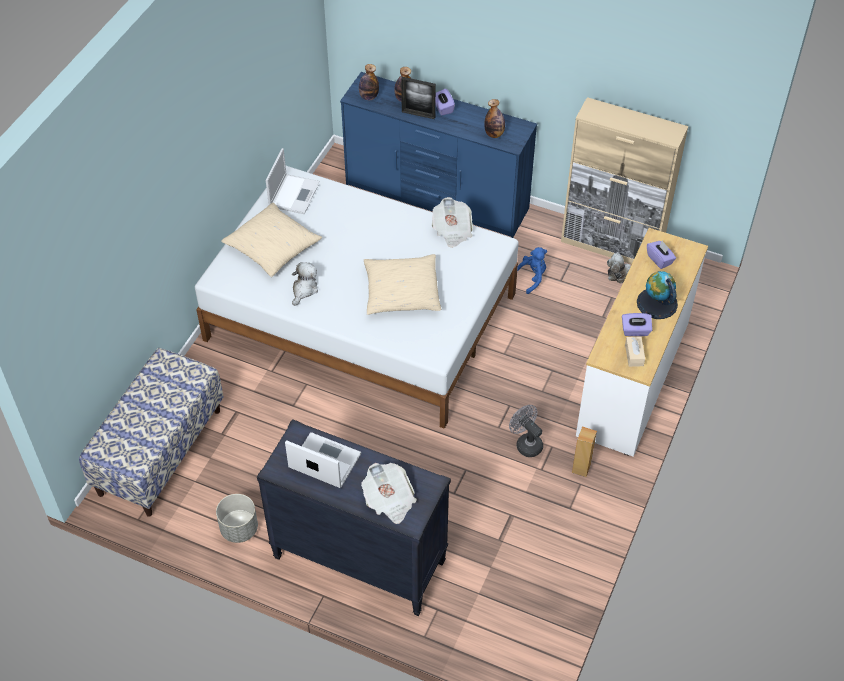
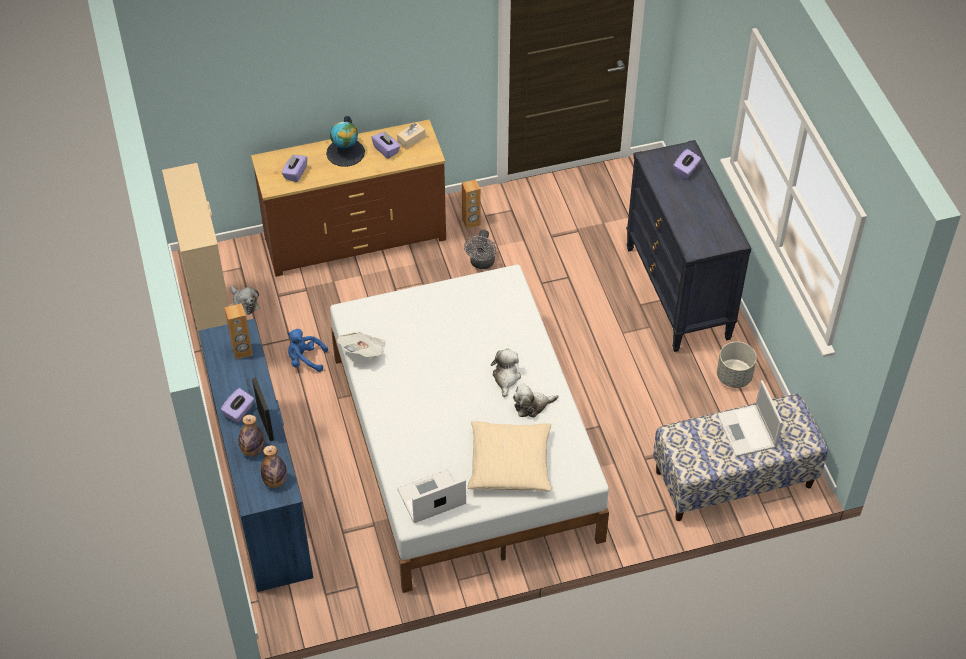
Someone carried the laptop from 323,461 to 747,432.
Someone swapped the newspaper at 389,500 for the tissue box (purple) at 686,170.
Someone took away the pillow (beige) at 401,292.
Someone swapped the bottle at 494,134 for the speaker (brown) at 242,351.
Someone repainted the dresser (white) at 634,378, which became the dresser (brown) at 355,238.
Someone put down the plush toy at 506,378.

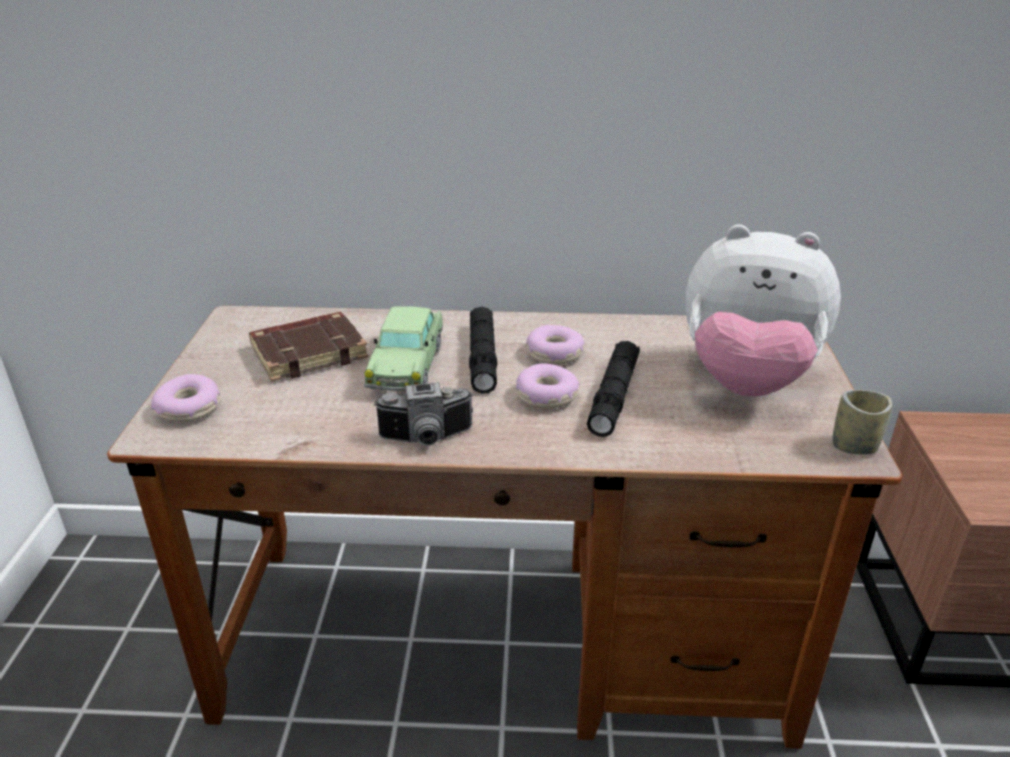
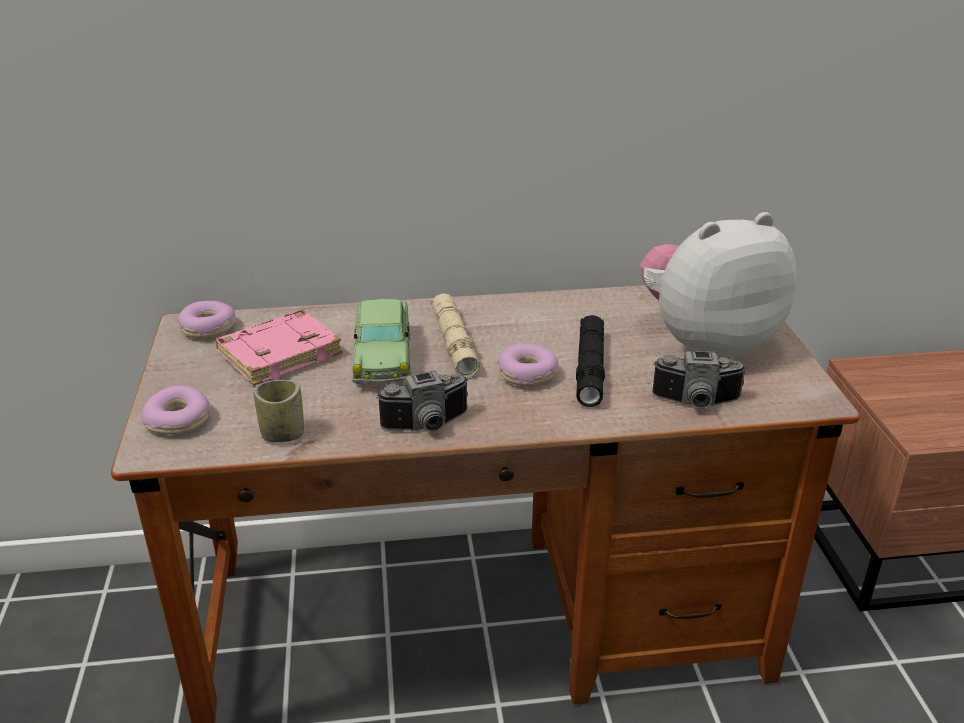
Someone repainted the book (brown) at 309,352, which became the book (pink) at 280,353.
Someone repainted the flashlight (black) at 482,357, which became the flashlight (beige) at 454,343.
Someone carried the donut from 554,354 to 208,328.
Someone rotated the plush toy at 746,381 by 150 degrees clockwise.
Someone carried the cup from 854,446 to 283,434.
Someone put down the photo camera at 697,403.

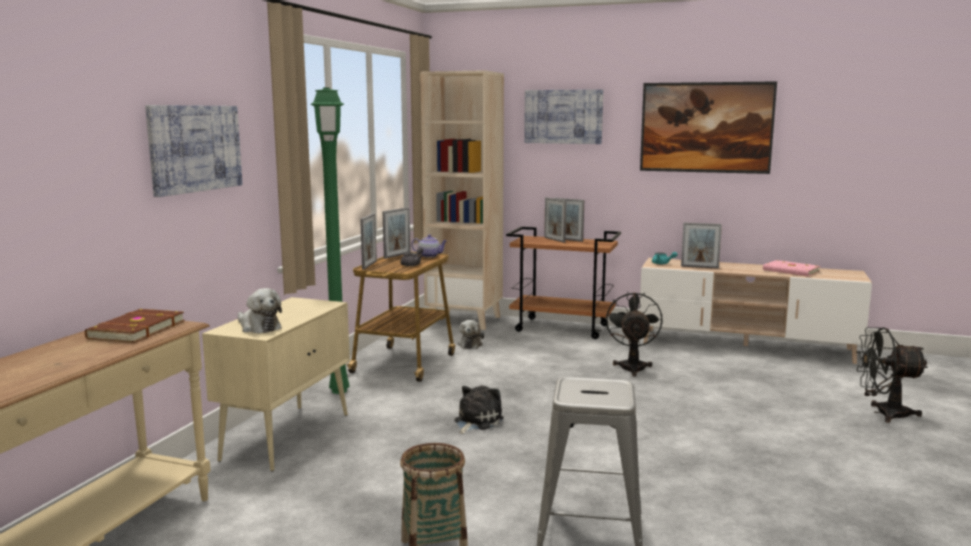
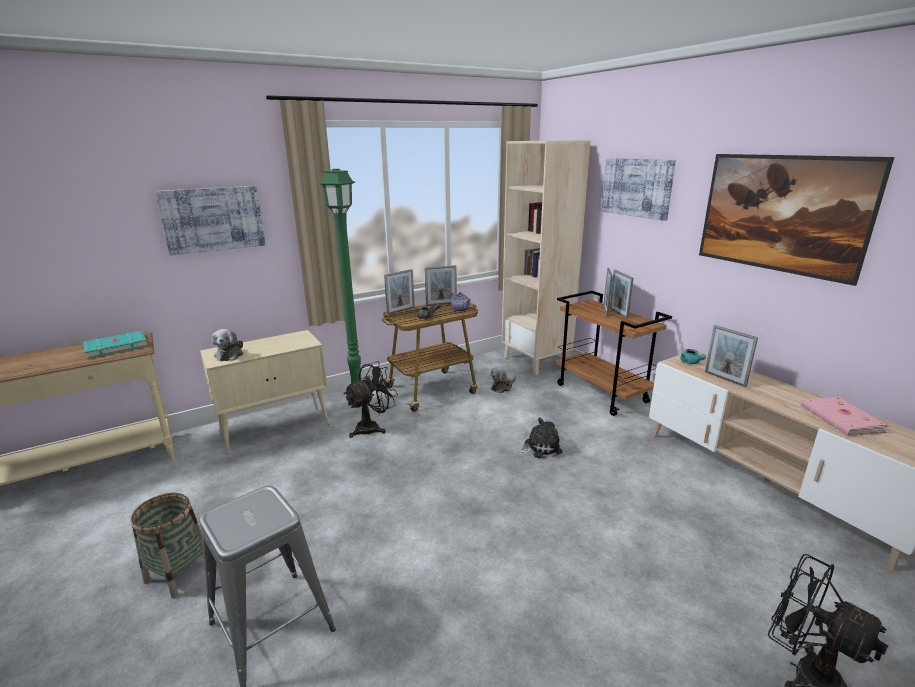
Someone repainted the book (brown) at 135,330, which became the book (turquoise) at 115,346.
Someone carried the plush toy from 476,421 to 540,448.
Someone carried the fan (black) from 632,366 to 372,427.

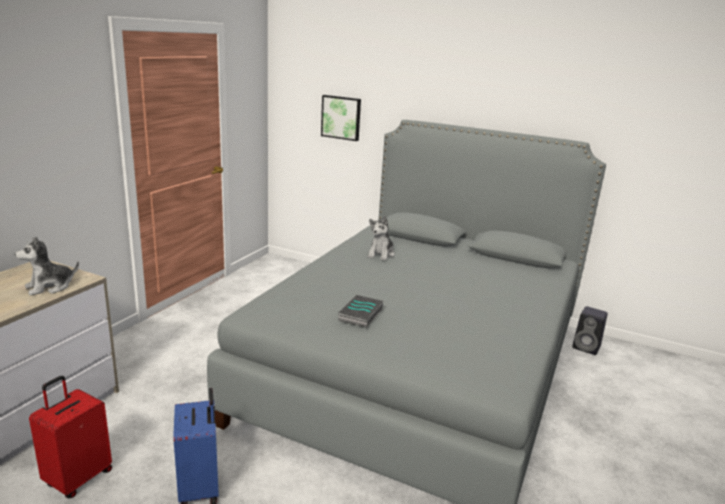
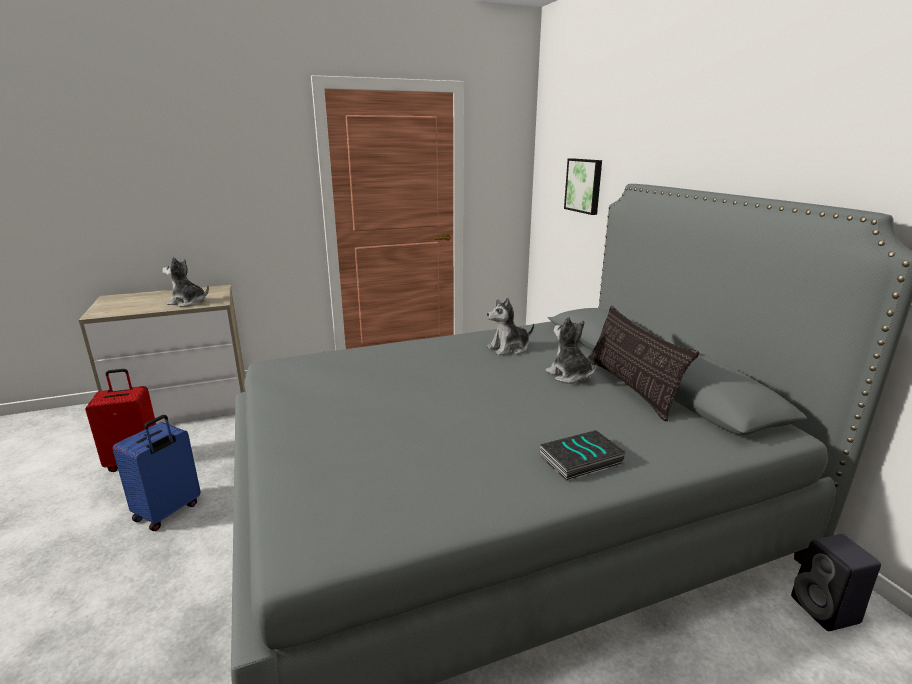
Someone carried the book from 361,315 to 581,461.
Someone put down the plush toy at 569,376.
Someone put down the pillow at 630,387.

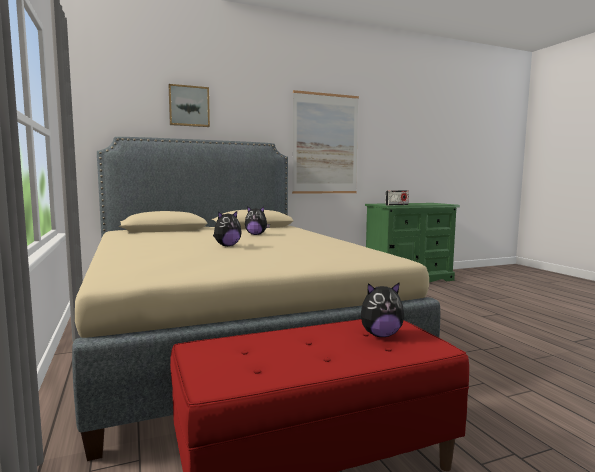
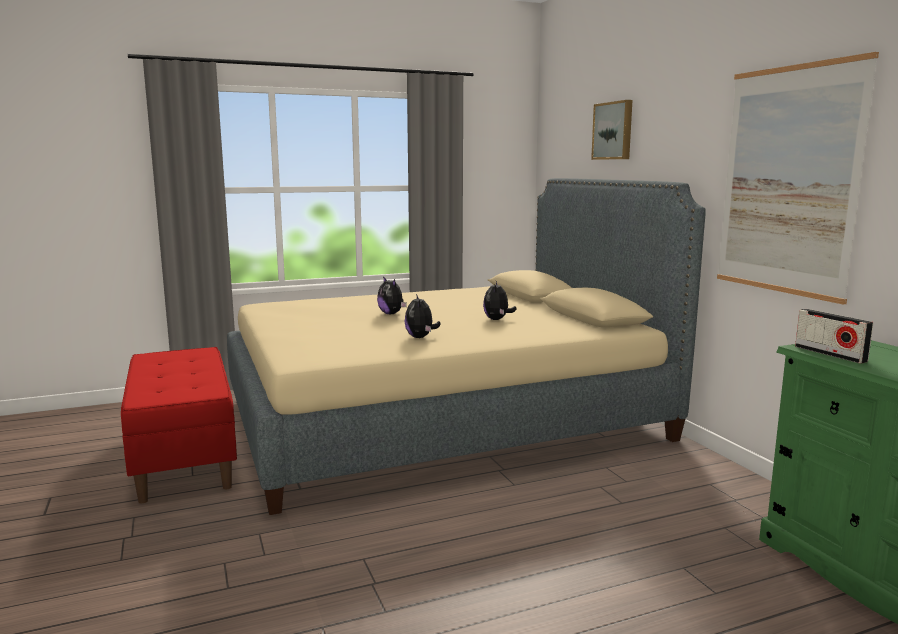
Someone carried the plush toy from 380,335 to 421,337.

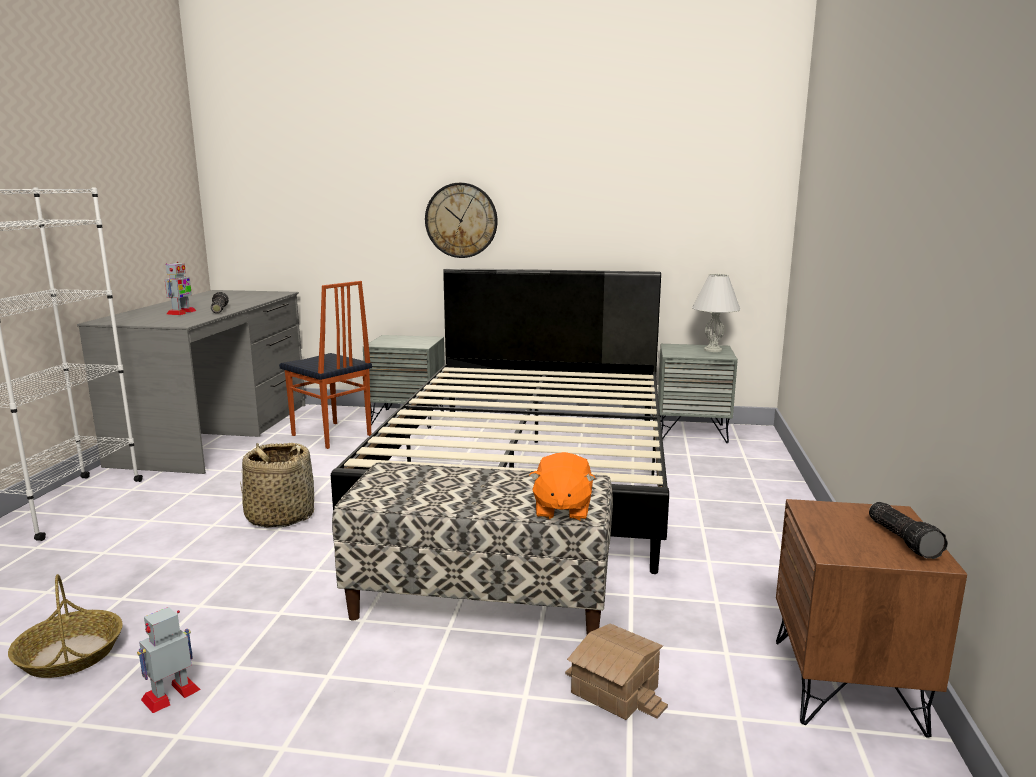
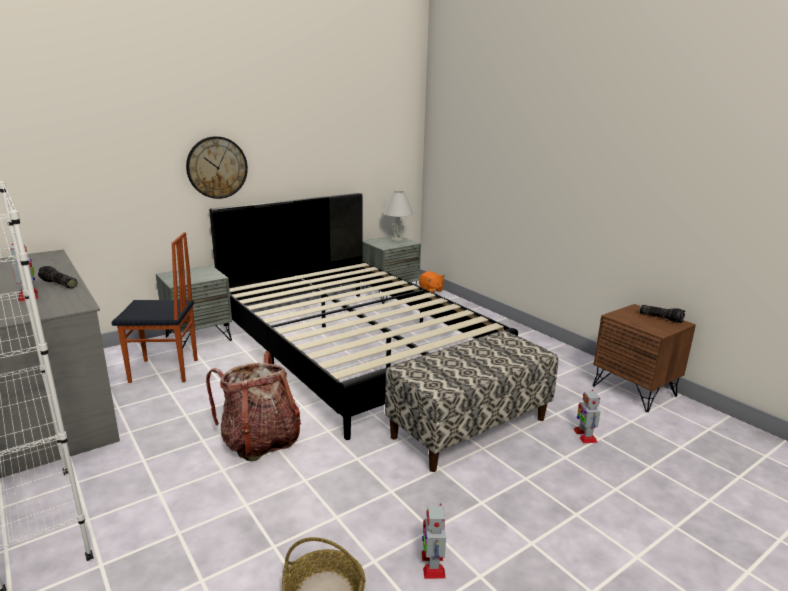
Someone swapped the basket at 280,516 for the backpack at 260,441.
Someone carried the plush toy (orange) from 561,510 to 431,290.
Someone swapped the toy house at 613,691 for the toy robot at 585,435.

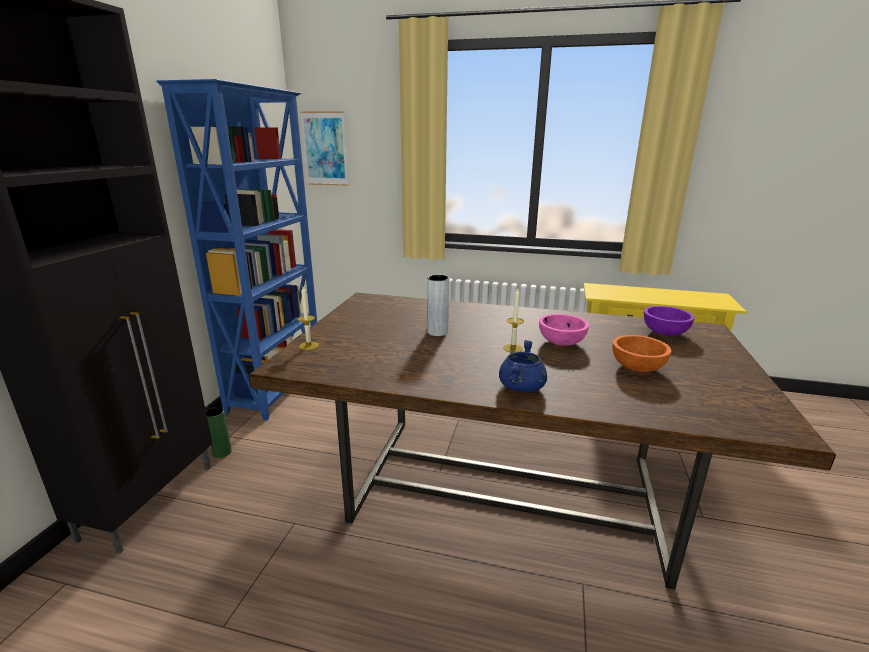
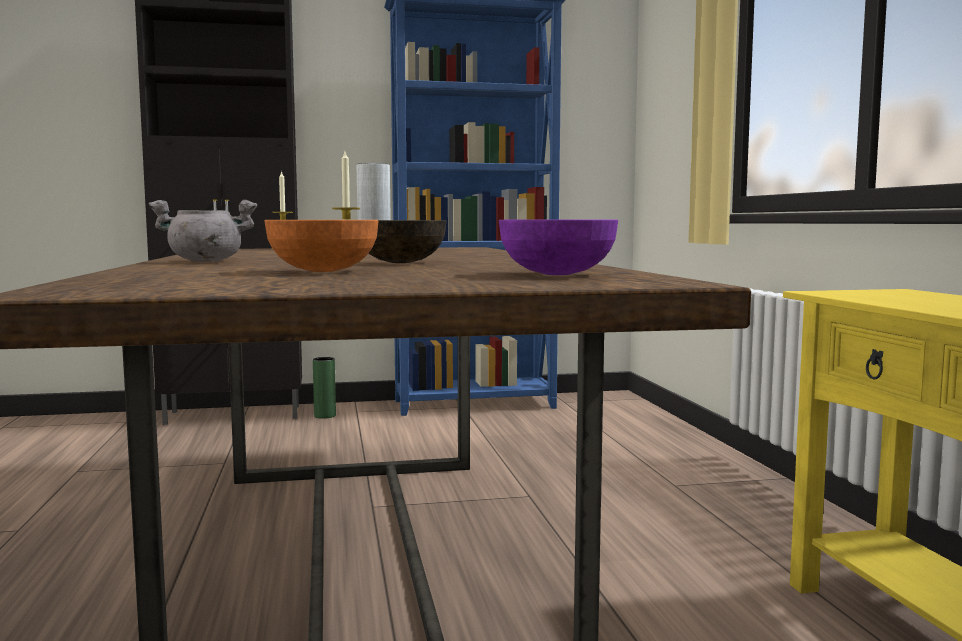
Someone took away the picture at 325,149.
Someone repainted the cooking pot (blue) at 521,388, which became the cooking pot (grey) at 204,261.
Someone repainted the bowl (pink) at 561,342, which became the bowl (brown) at 401,262.

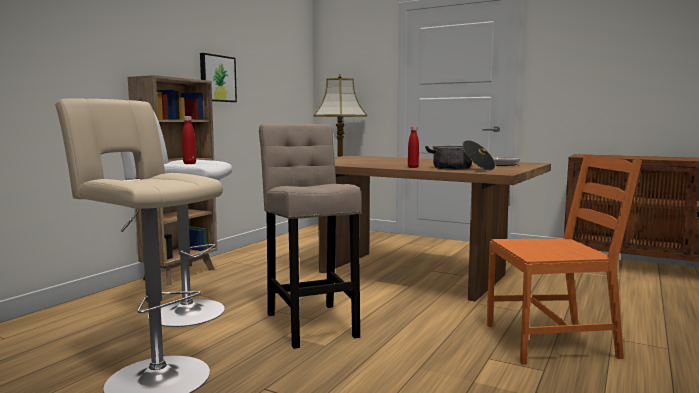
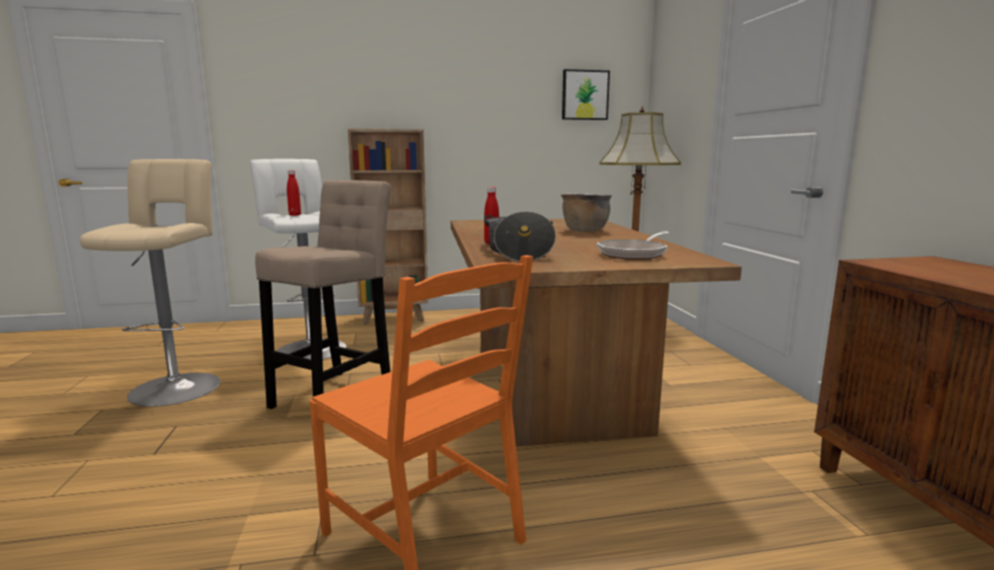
Someone carried the picture from 217,78 to 584,95.
Someone put down the cooking pot (brown) at 584,230.

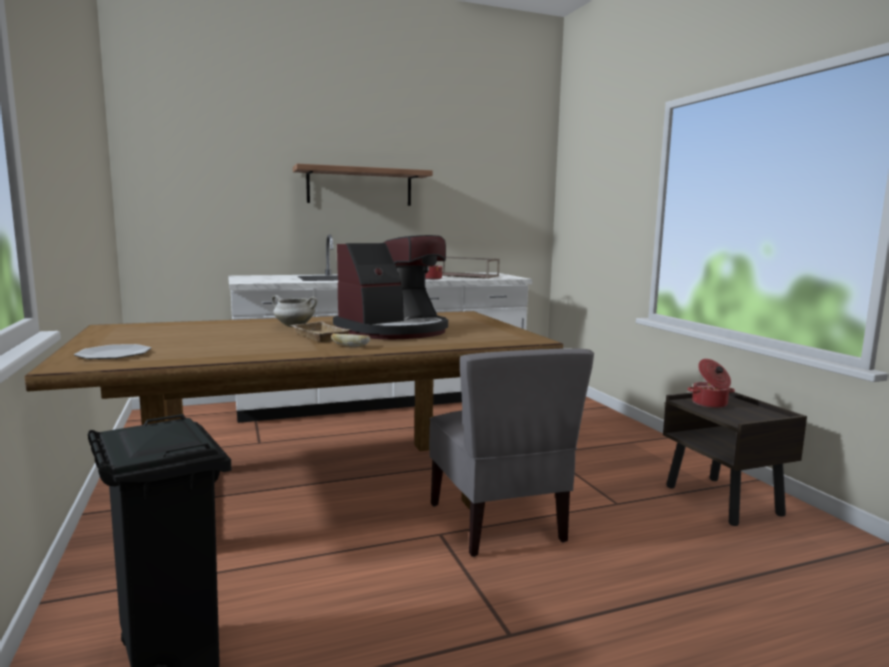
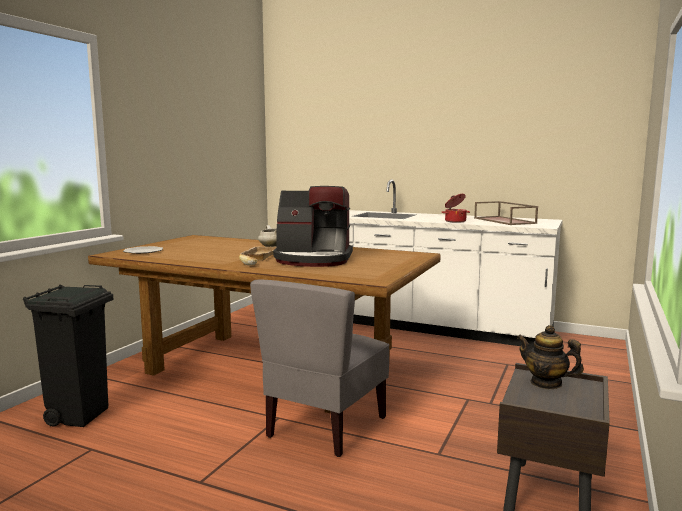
Someone took away the shelf at 360,187.
Someone swapped the cooking pot at 710,404 for the teapot at 546,383.

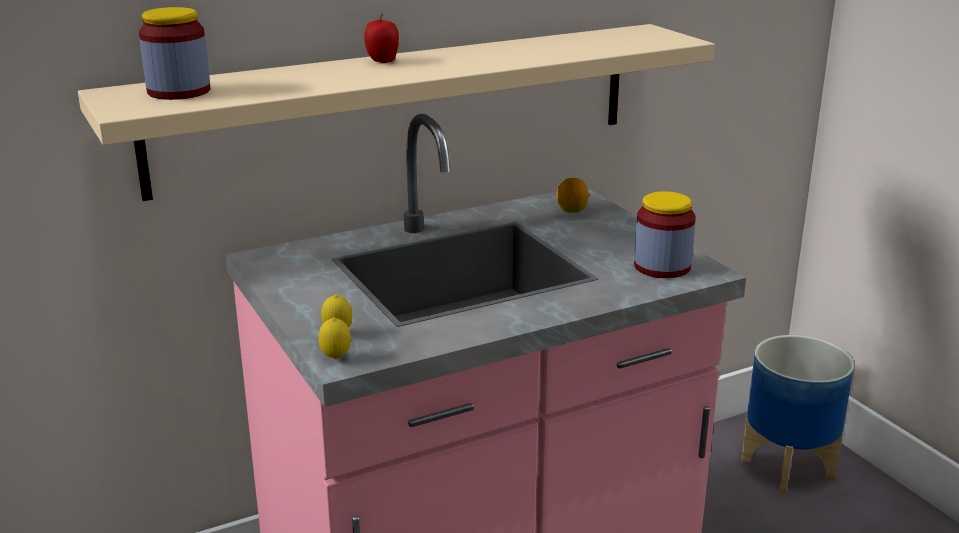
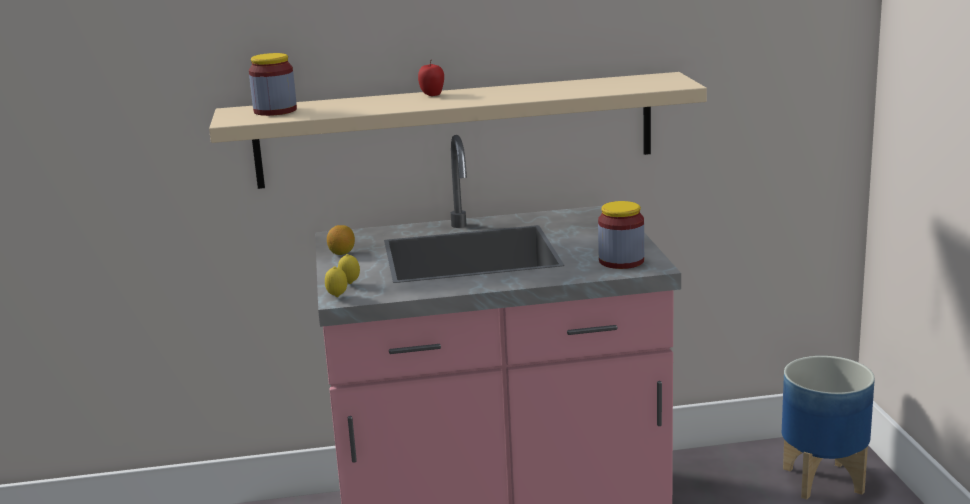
Someone carried the lemon from 571,210 to 342,253.

